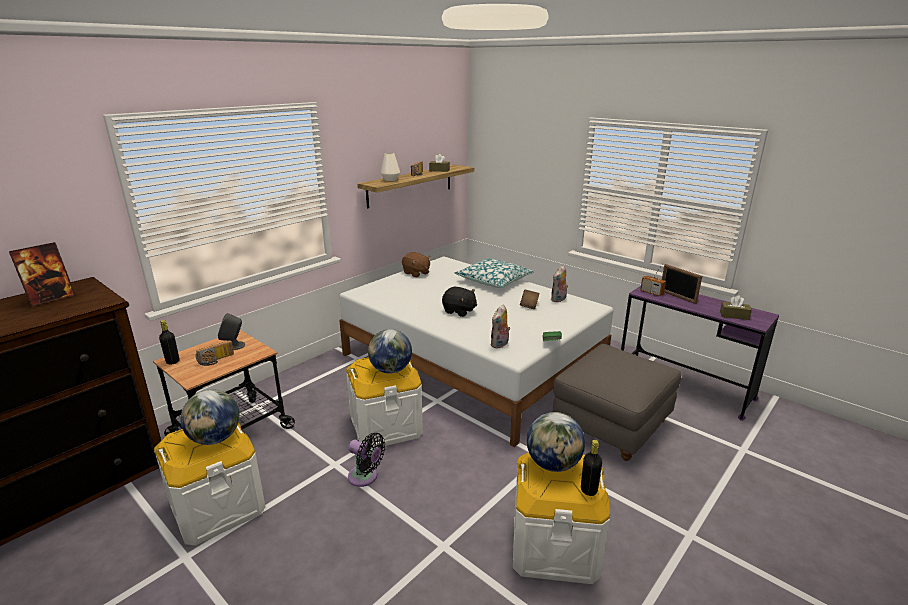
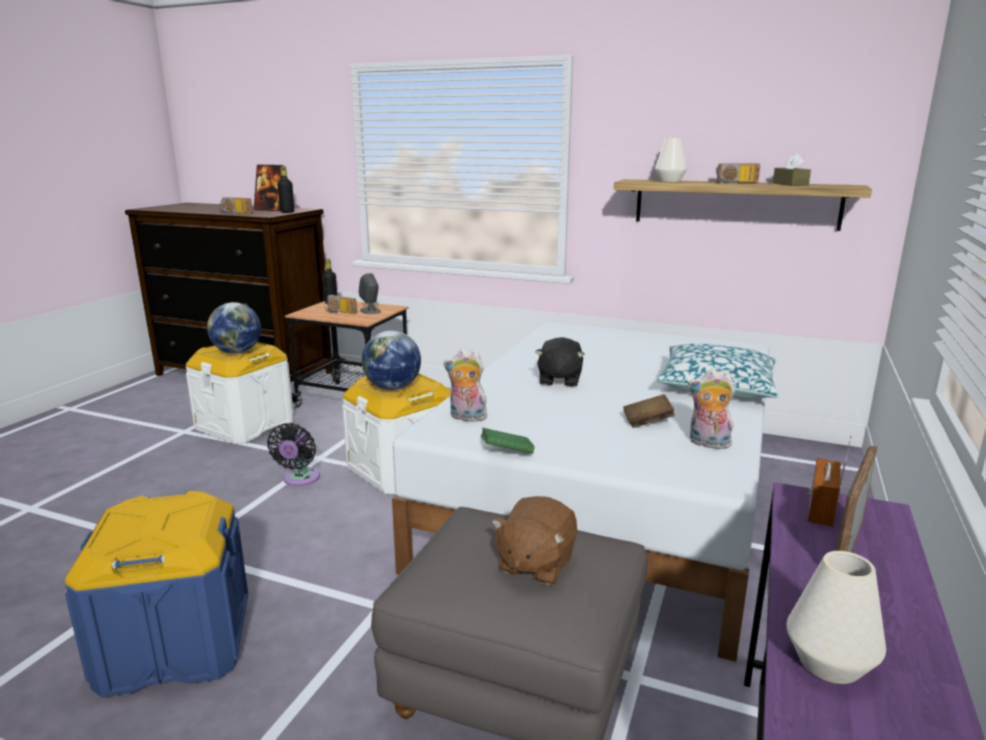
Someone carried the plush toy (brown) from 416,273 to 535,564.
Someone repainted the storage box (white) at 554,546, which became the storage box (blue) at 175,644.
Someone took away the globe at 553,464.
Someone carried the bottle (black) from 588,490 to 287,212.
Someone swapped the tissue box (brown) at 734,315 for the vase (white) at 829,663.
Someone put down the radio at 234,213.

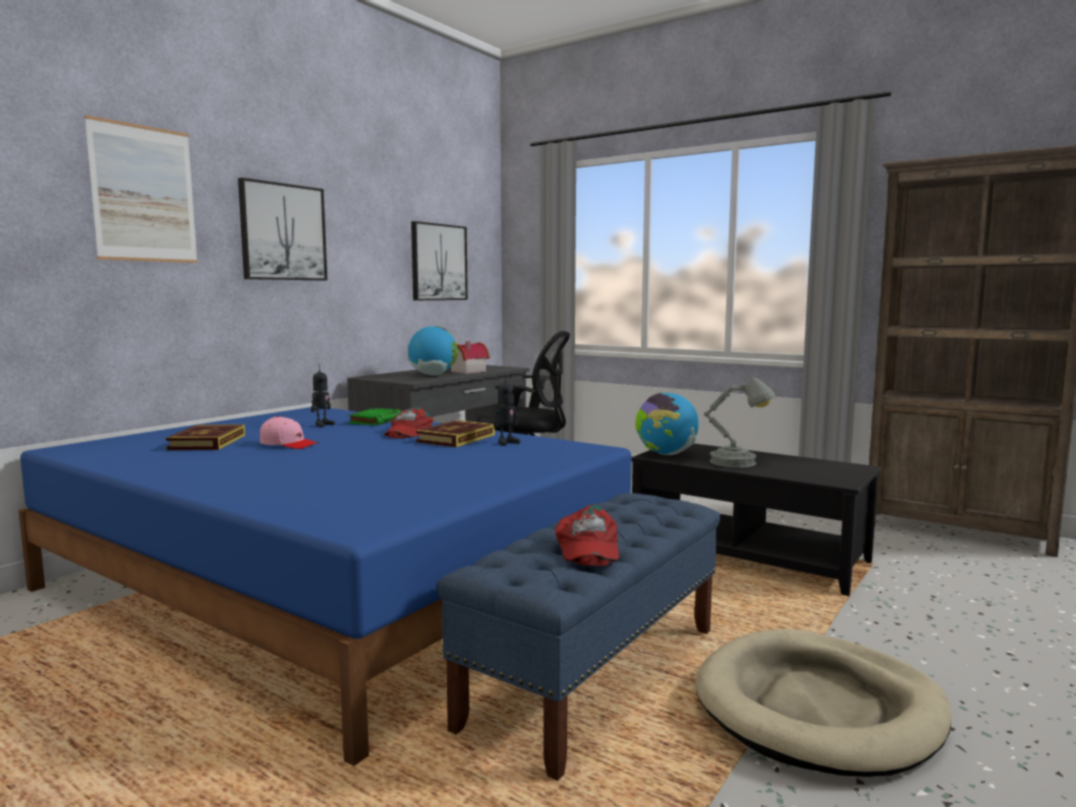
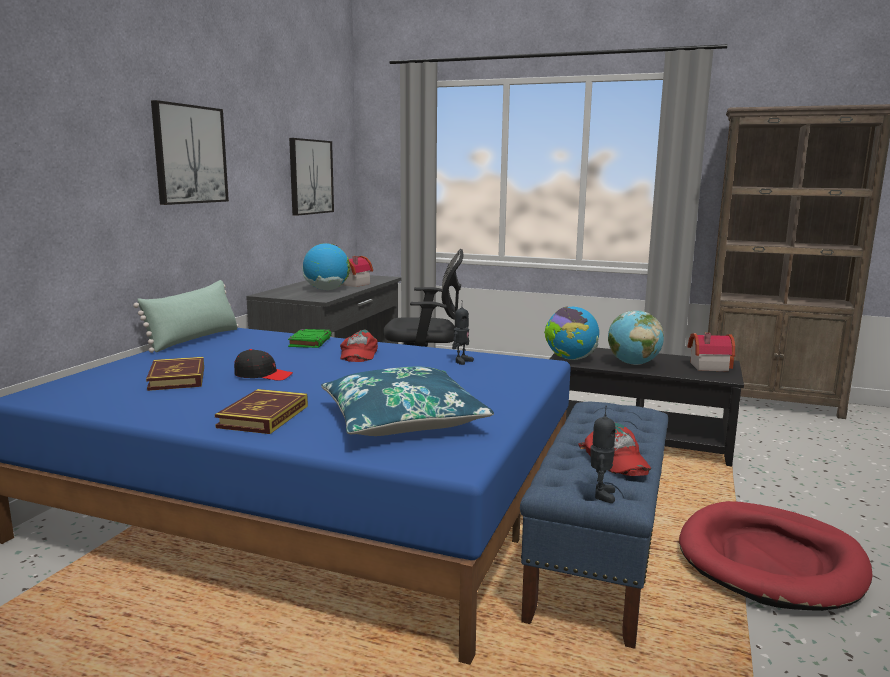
Someone took away the picture at 144,194.
Someone repainted the cap (pink) at 288,444, which became the cap (black) at 263,375.
Someone carried the toy robot from 322,425 to 601,495.
Someone carried the book from 456,438 to 263,416.
Someone repainted the dog bed (beige) at 819,708, which became the dog bed (red) at 770,561.
Someone swapped the table lamp (grey) at 737,462 for the globe at 633,364.
Someone put down the pillow (green) at 194,339.
Someone put down the pillow (blue) at 402,420.
Someone put down the toy house at 707,366.

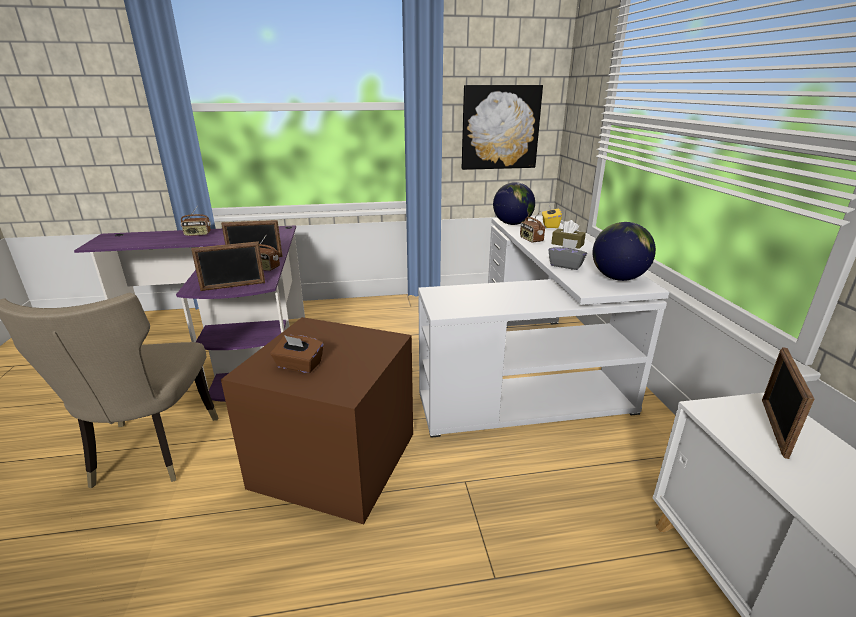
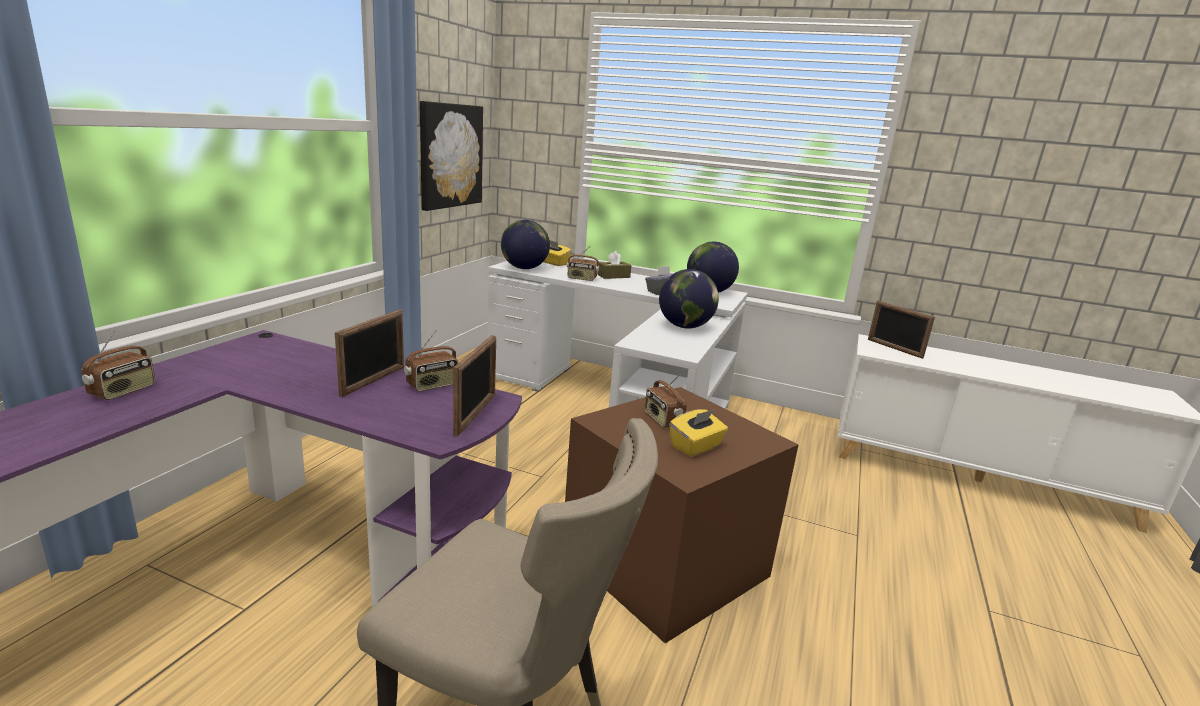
Someone repainted the tissue box (brown) at 299,365, which became the tissue box (yellow) at 696,447.
Someone put down the radio at 662,420.
Someone put down the globe at 684,327.

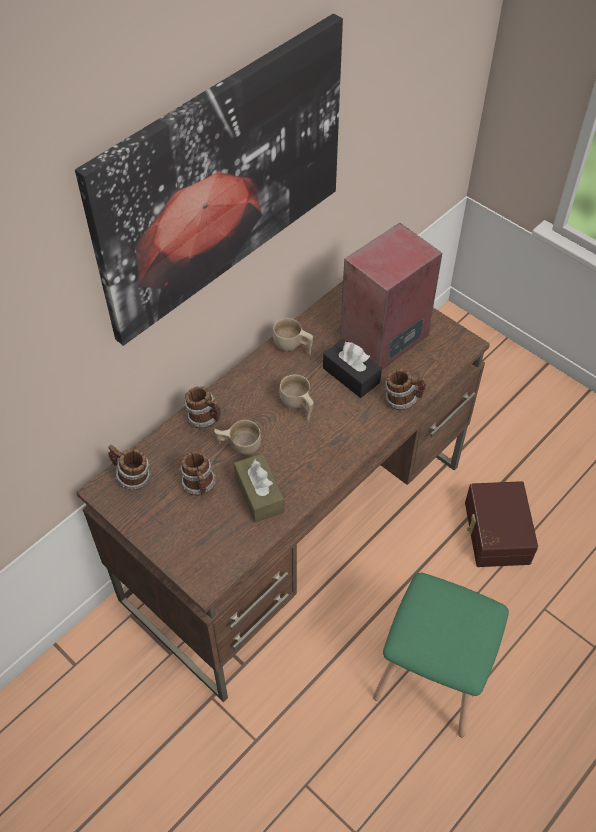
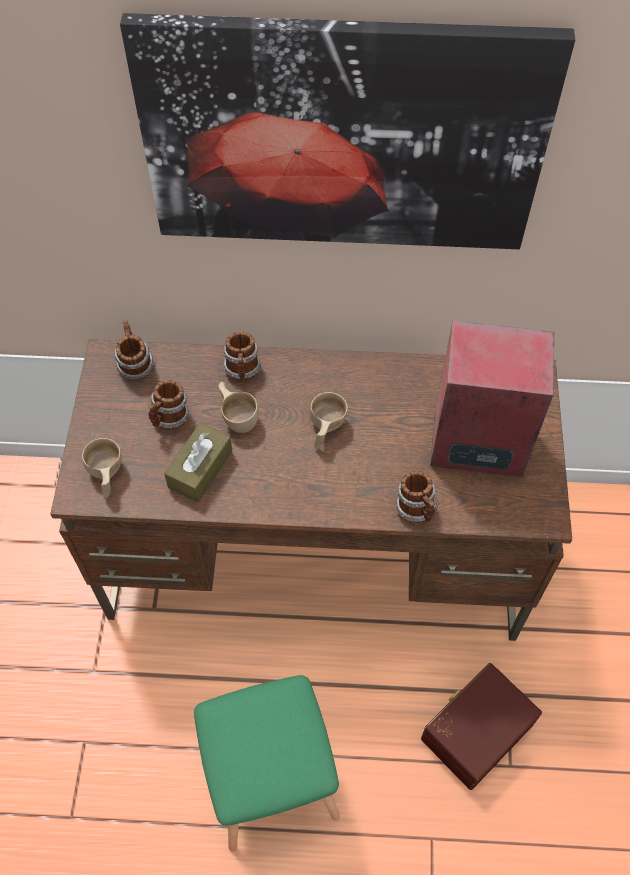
Someone carried the cup (beige) from 293,347 to 106,476.
Someone took away the tissue box (black) at 351,375.

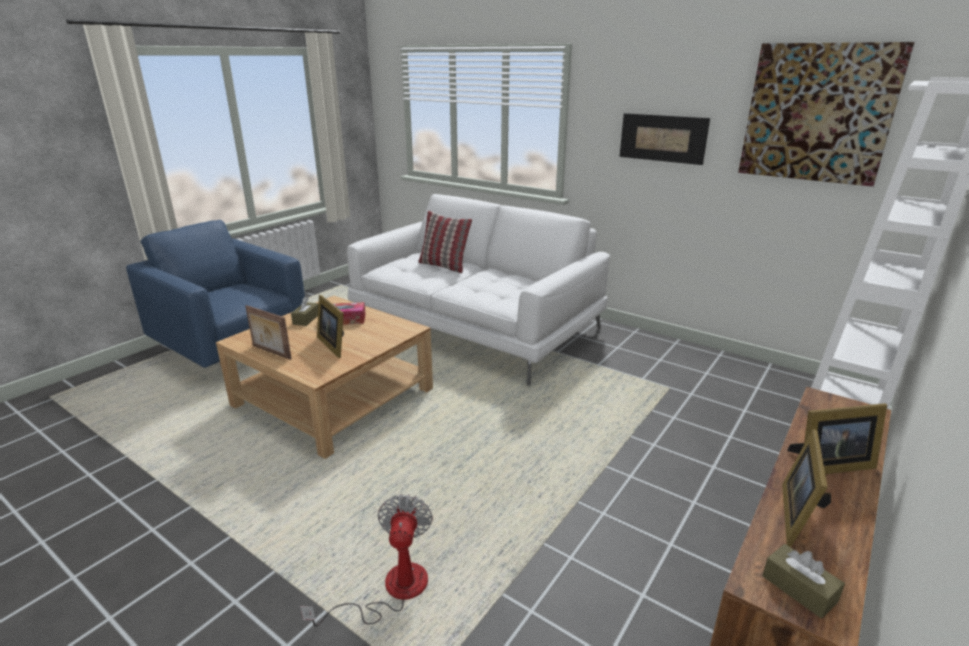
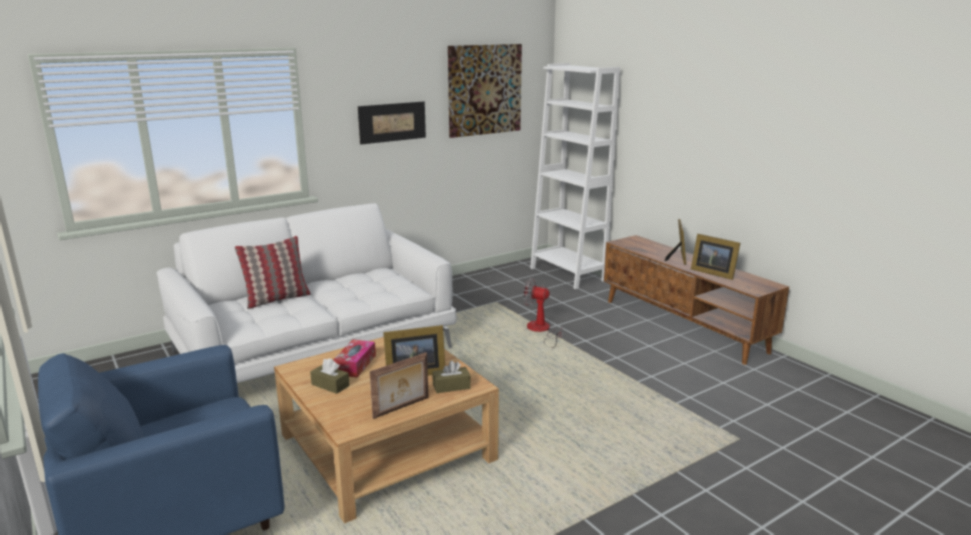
Someone carried the fan from 391,591 to 541,331.
Someone carried the tissue box (brown) from 799,589 to 451,386.

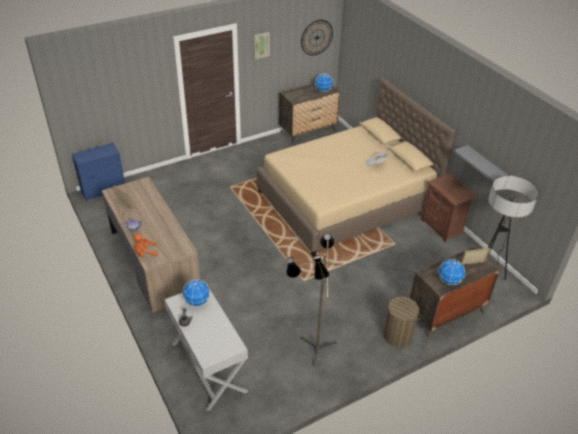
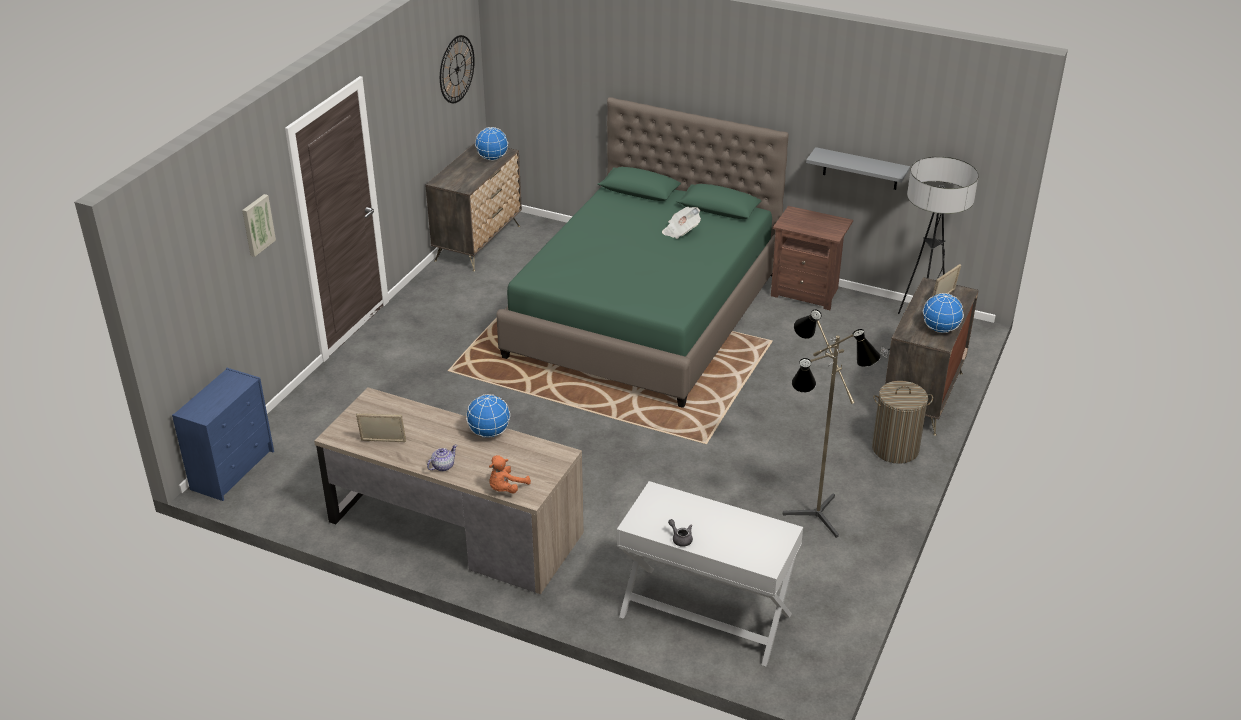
Someone carried the globe from 197,302 to 489,433.
Someone carried the picture from 261,45 to 257,225.
Someone repainted the bed (beige) at 346,200, which became the bed (green) at 645,314.

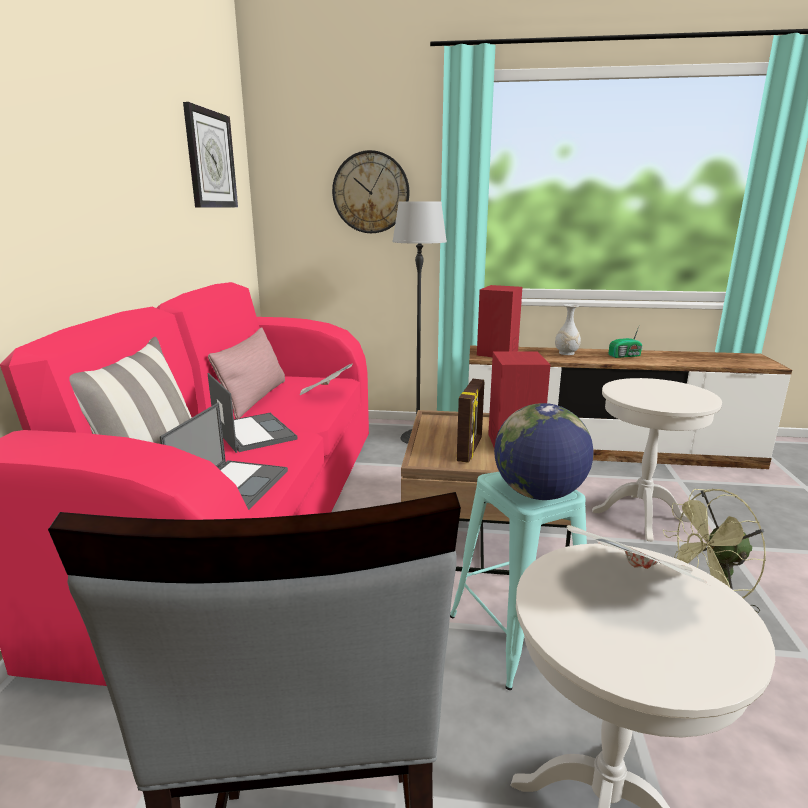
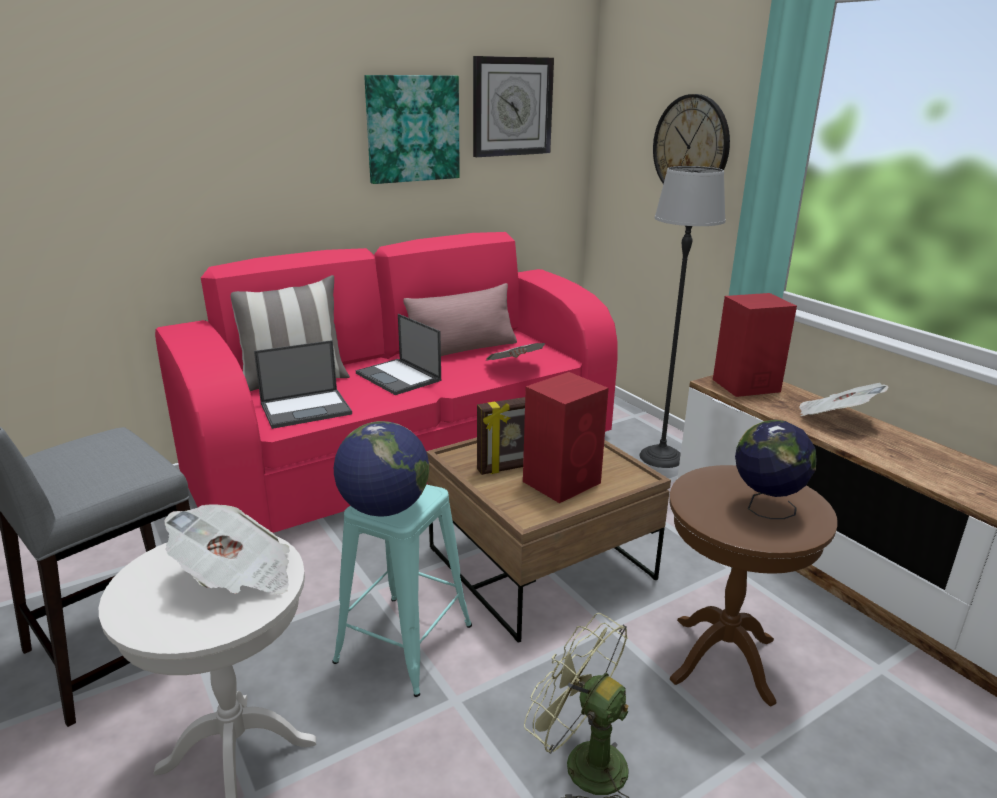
Someone rotated the laptop at 253,432 by 120 degrees clockwise.
Someone swapped the vase (white) at 566,353 for the newspaper at 834,418.
Someone repainted the side table (white) at 640,516, which became the side table (brown) at 723,659.
Someone took away the radio at 625,356.
Someone put up the picture at 412,129.
Someone put down the globe at 765,508.

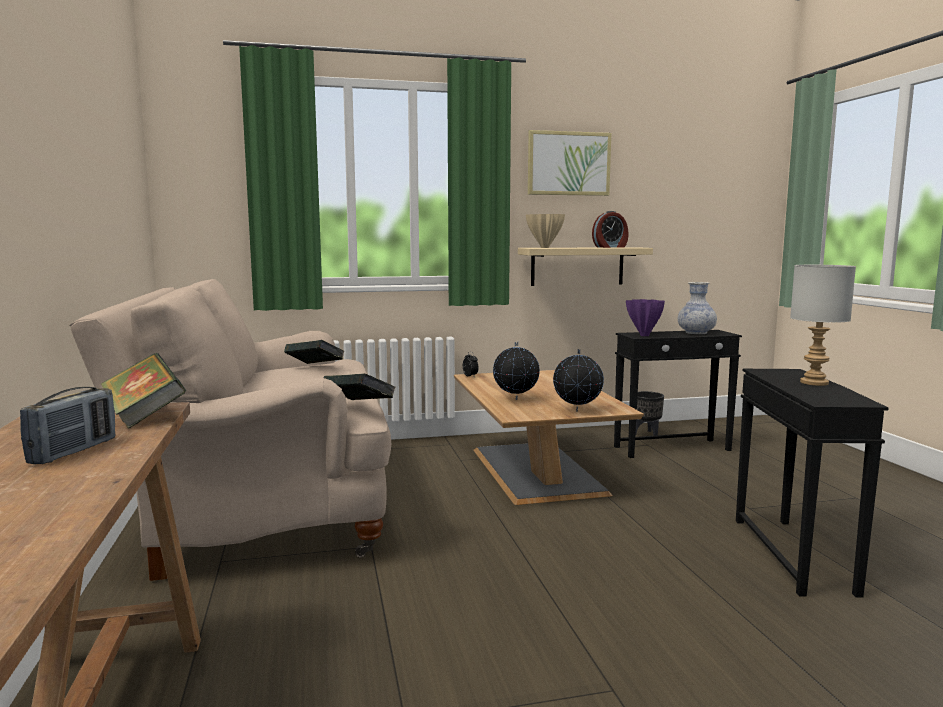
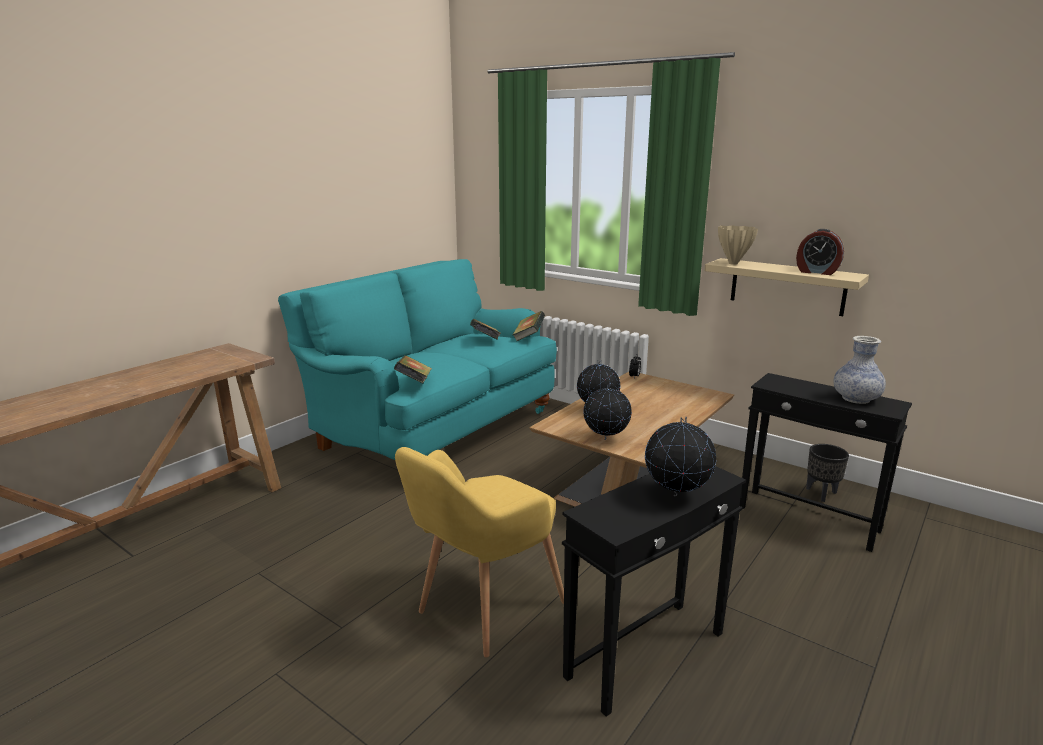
Someone took away the radio at 73,451.
Someone repainted the sofa (beige) at 264,505, which became the sofa (turquoise) at 433,429.
Someone carried the book from 144,416 to 528,337.
Someone took away the picture at 568,163.
Someone took away the vase (purple) at 644,335.
Someone swapped the table lamp (grey) at 813,382 for the globe at 676,496.
Someone put down the armchair (yellow) at 482,610.

